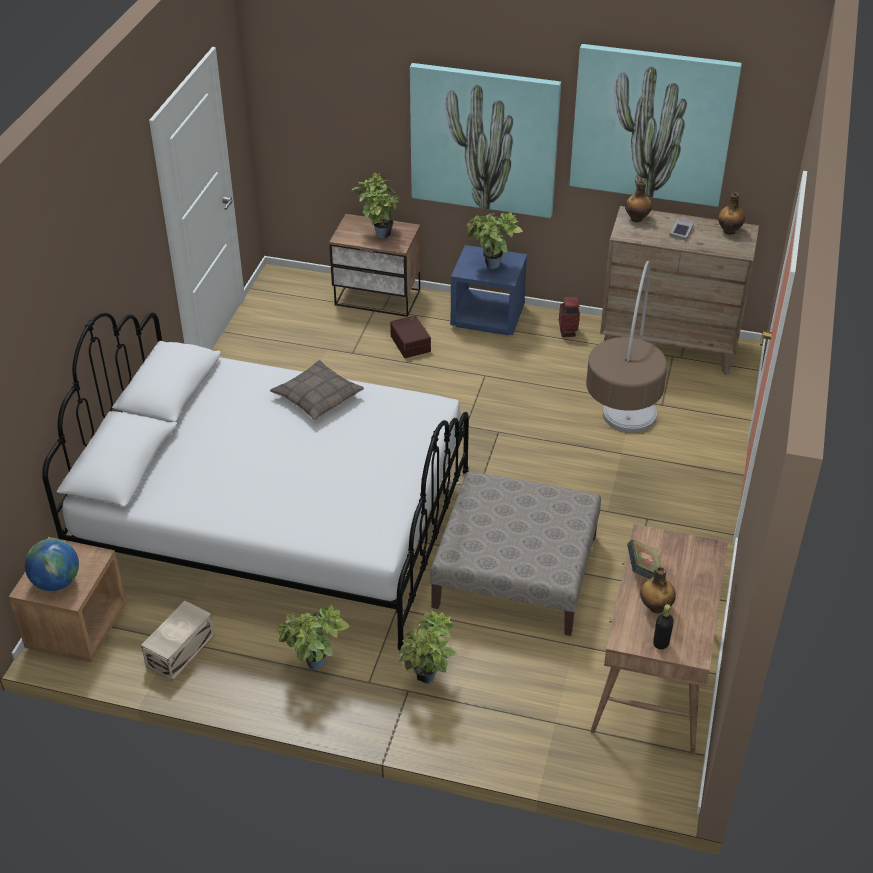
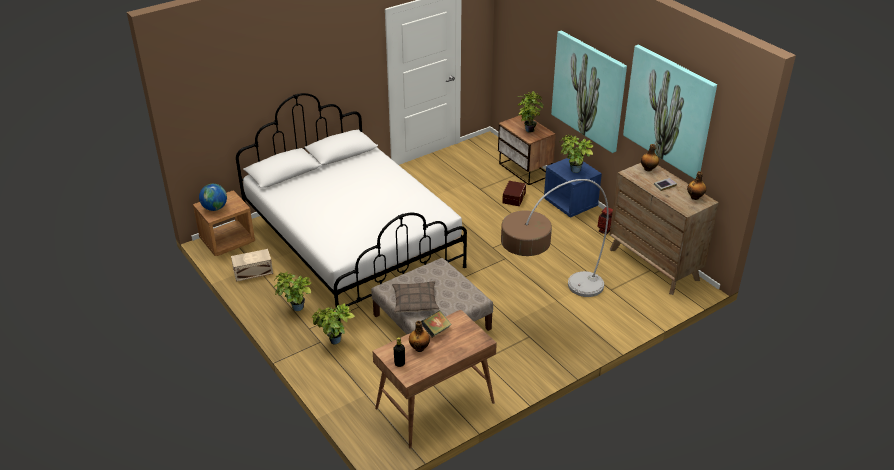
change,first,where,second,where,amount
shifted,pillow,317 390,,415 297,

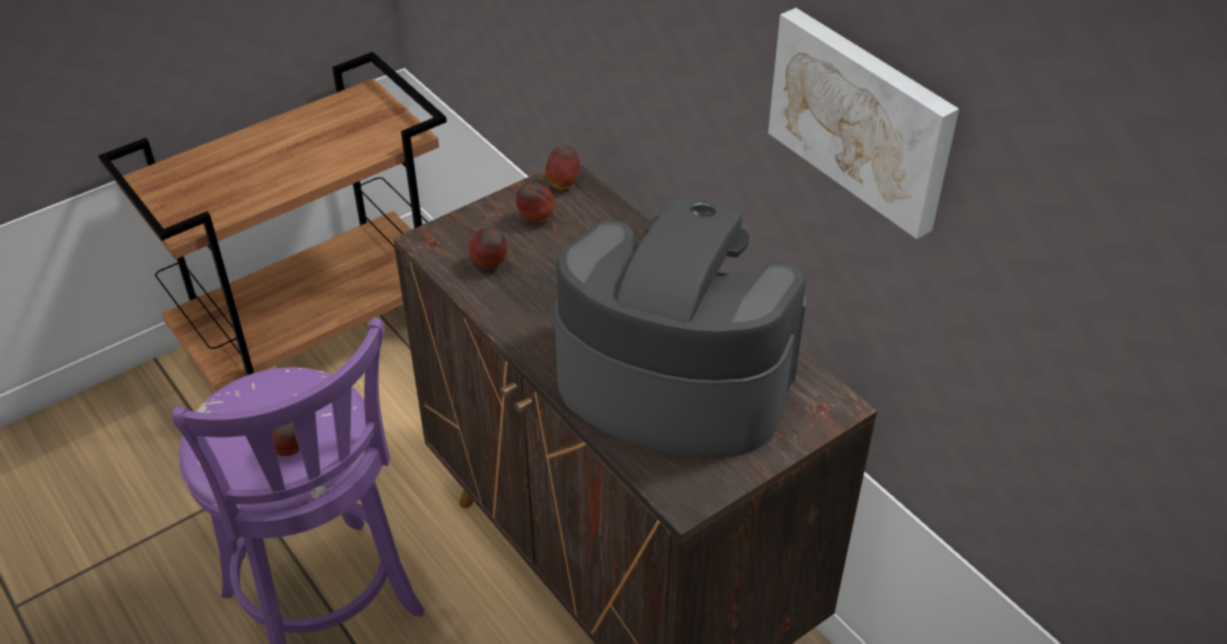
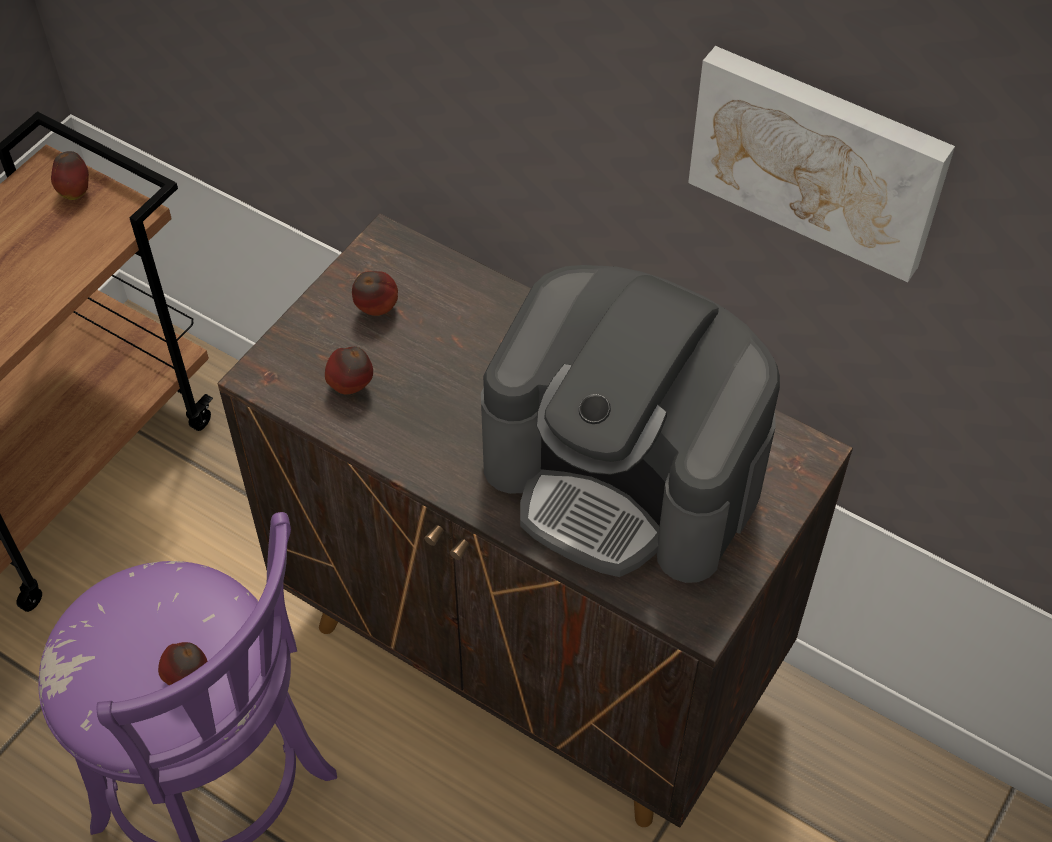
change,first,where,second,where,amount
shifted,apple,562 167,,70 175,
rotated,coffee machine,680 327,,630 424,150 degrees counterclockwise

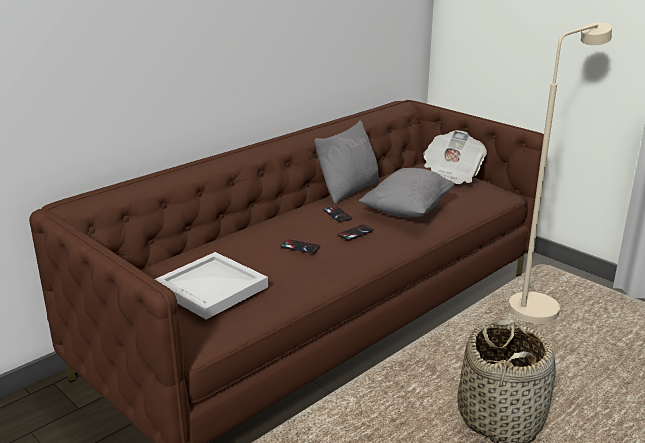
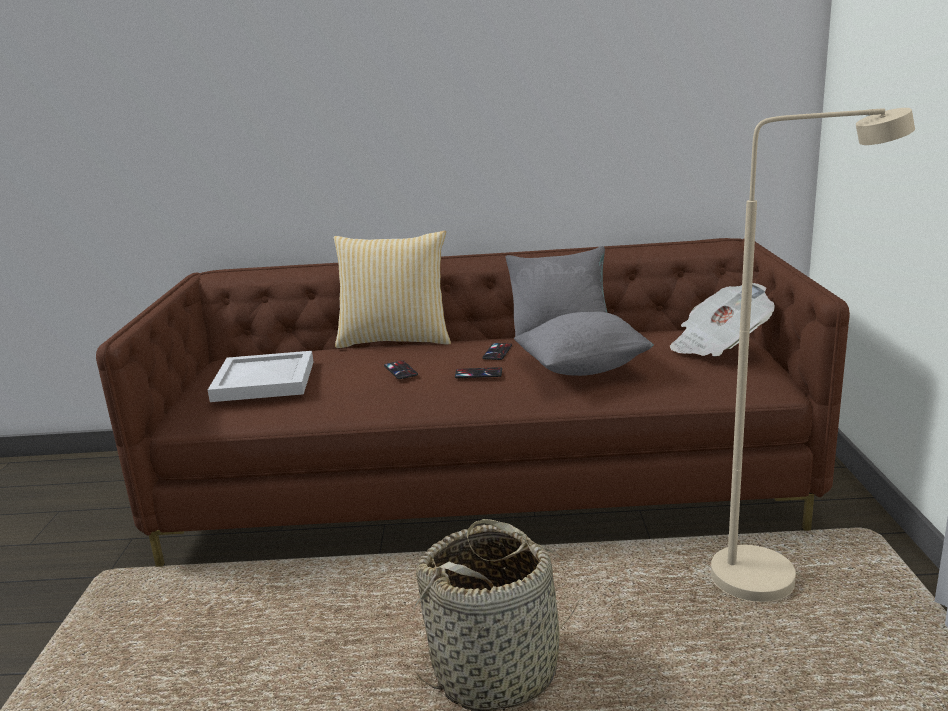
change,first,where,second,where,amount
new,,,pillow,392 289,

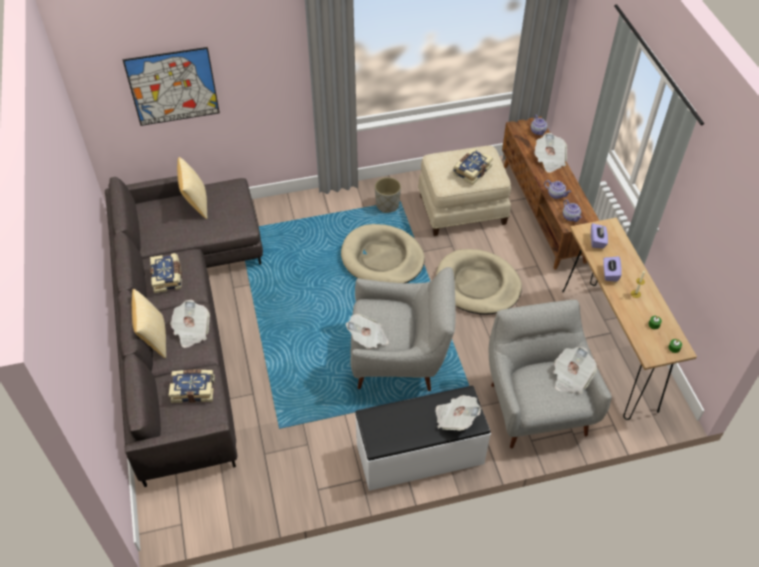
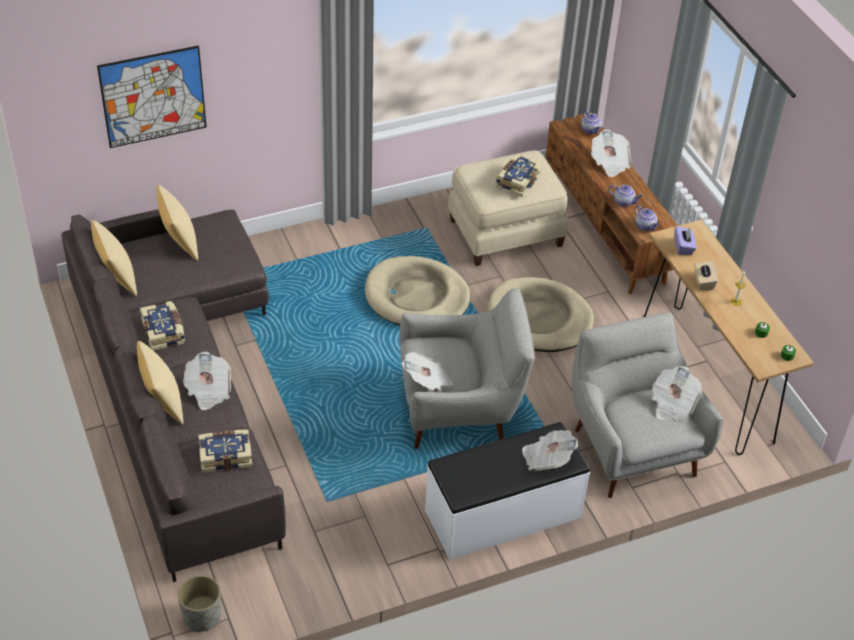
change,first,where,second,where,amount
shifted,grey planter,388 195,,199 603,
repainted,purple tissue box,612 269,beige tissue box,706 275,
new,,,pillow,114 258,

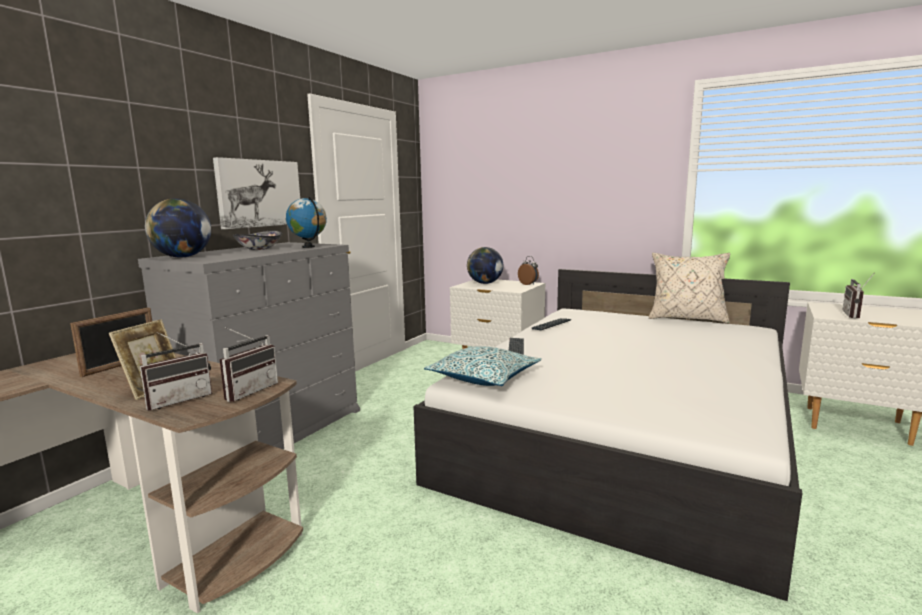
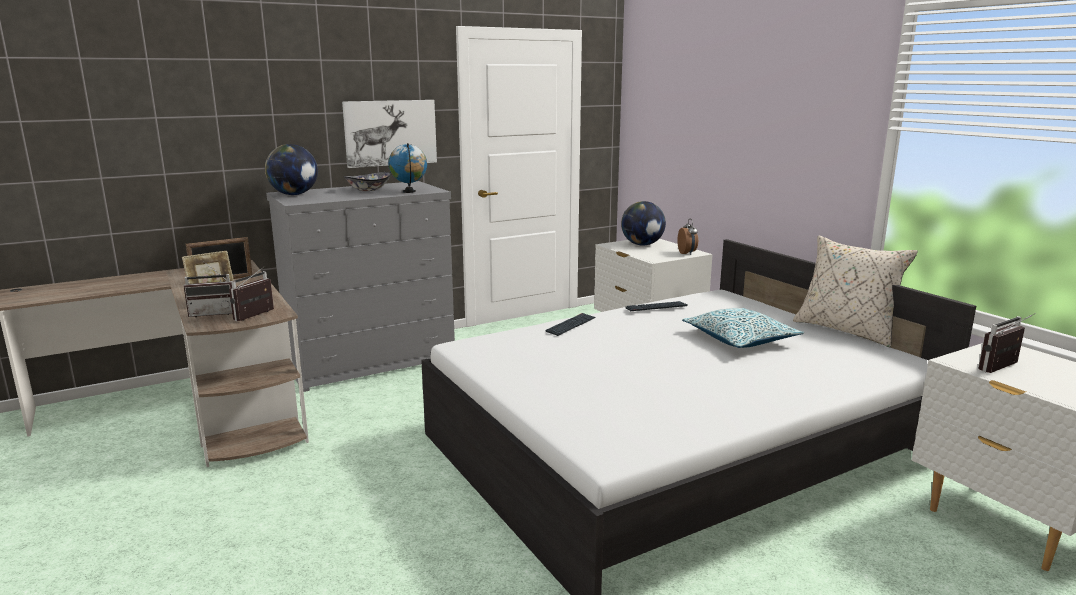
change,first,where,second,where,amount
rotated,radio,249 364,,251 294,150 degrees clockwise
shifted,pillow,483 366,,743 328,

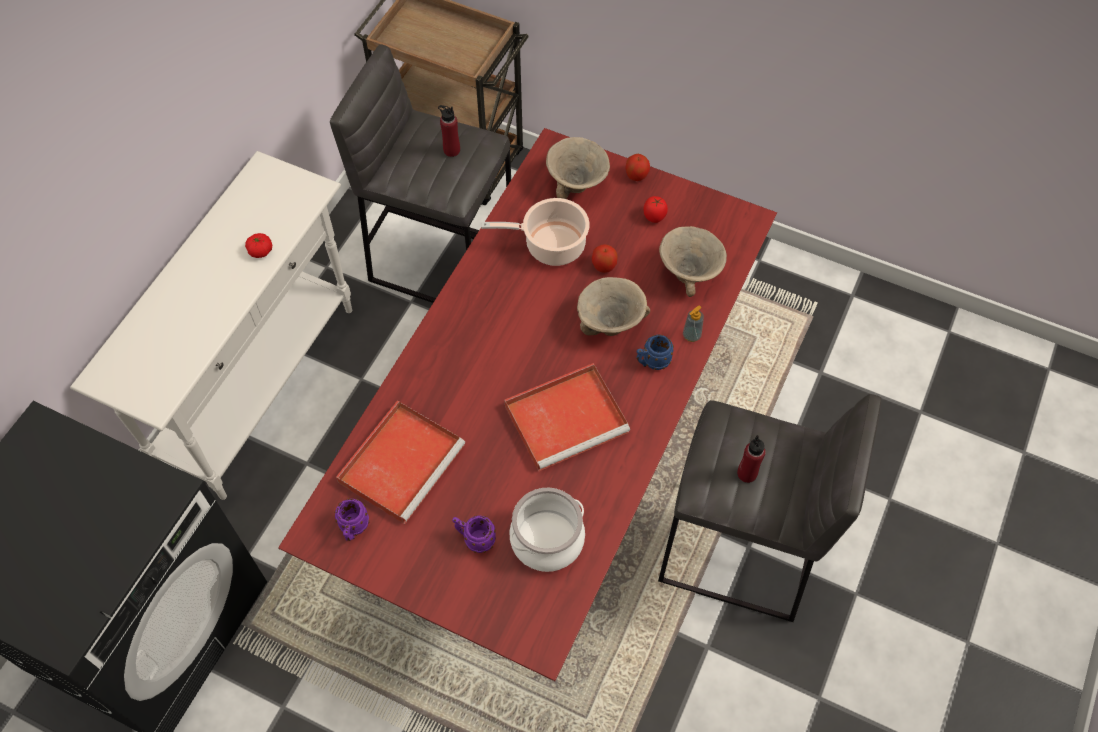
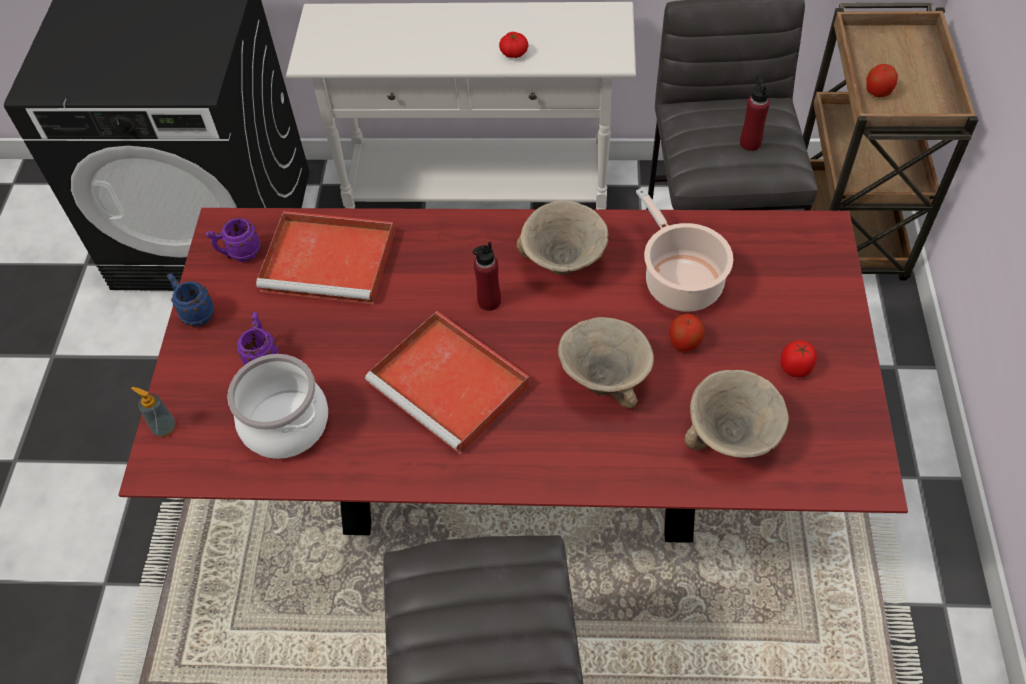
change,first,where,second,where,amount
shifted,beige bowl,578 168,,562 237,
shifted,apple,637 167,,882 80,
shifted,blue mug,655 352,,191 300,
shifted,soap dispenser,693 323,,153 412,
shifted,red bottle,751 459,,487 276,

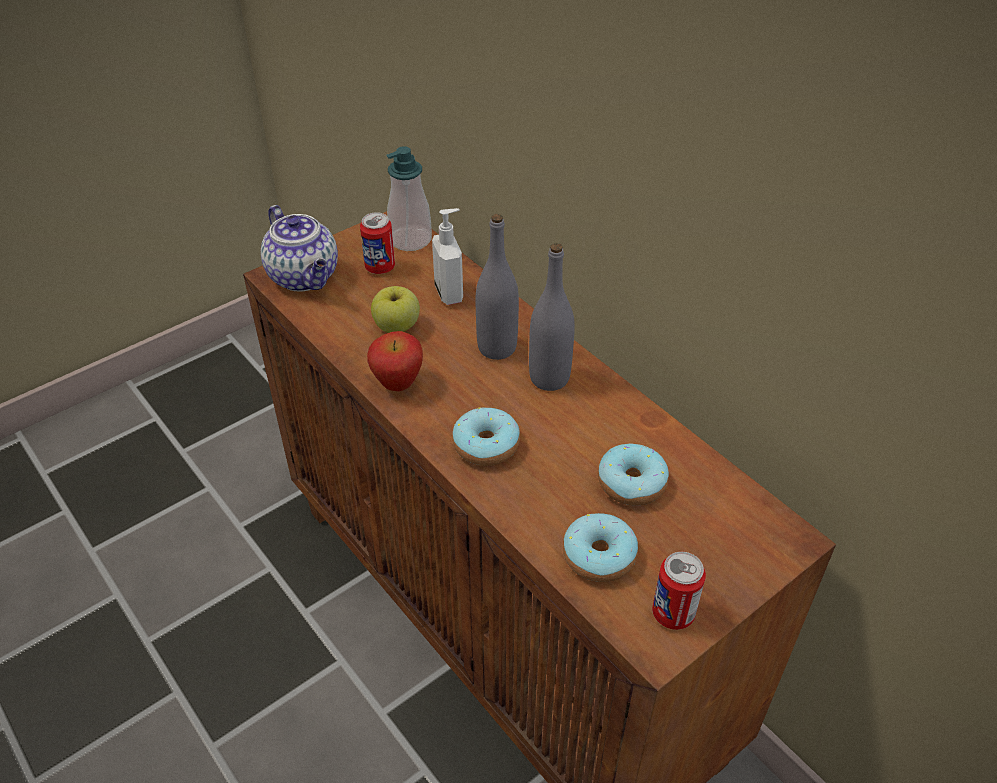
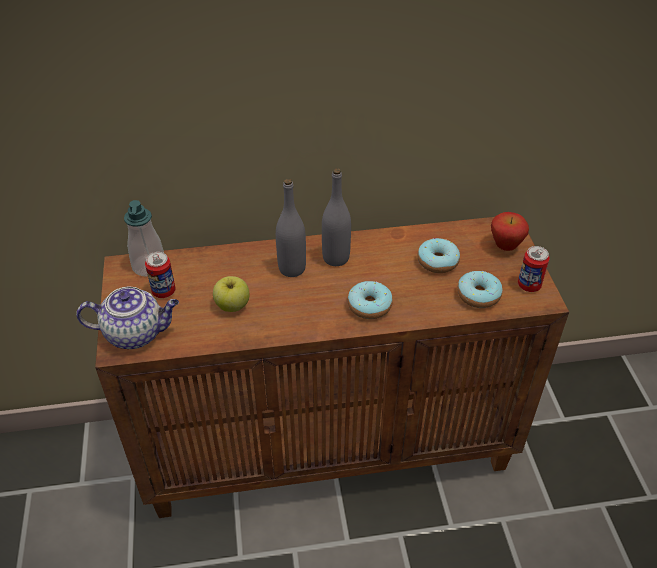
change,first,where,second,where,amount
shifted,apple,395 361,,510 231,
gone,soap dispenser,447 256,,,

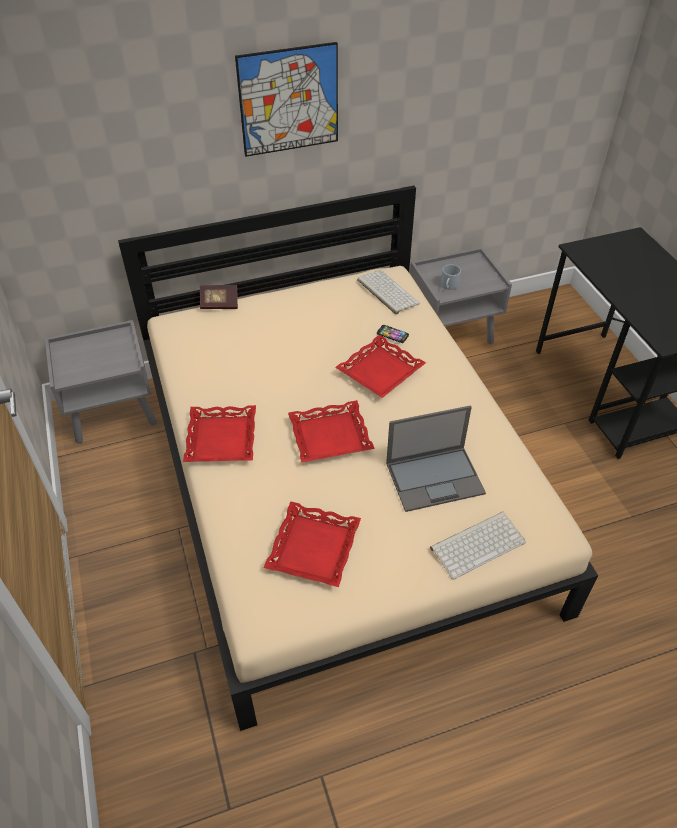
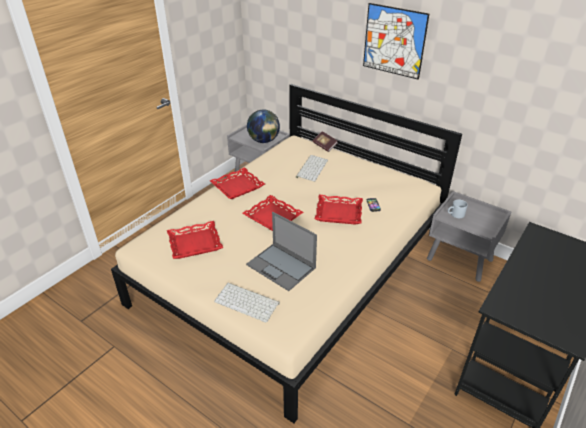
change,first,where,second,where,amount
shifted,keyboard,388 292,,312 168,
new,,,globe,263 126,

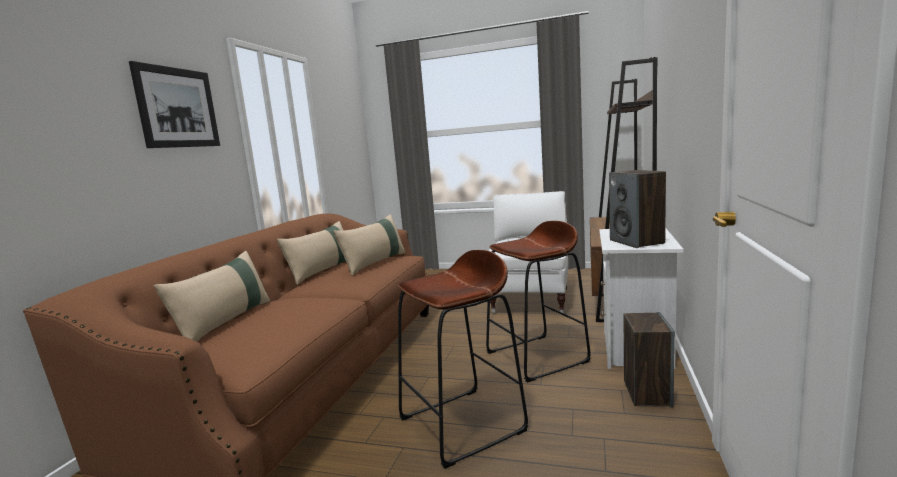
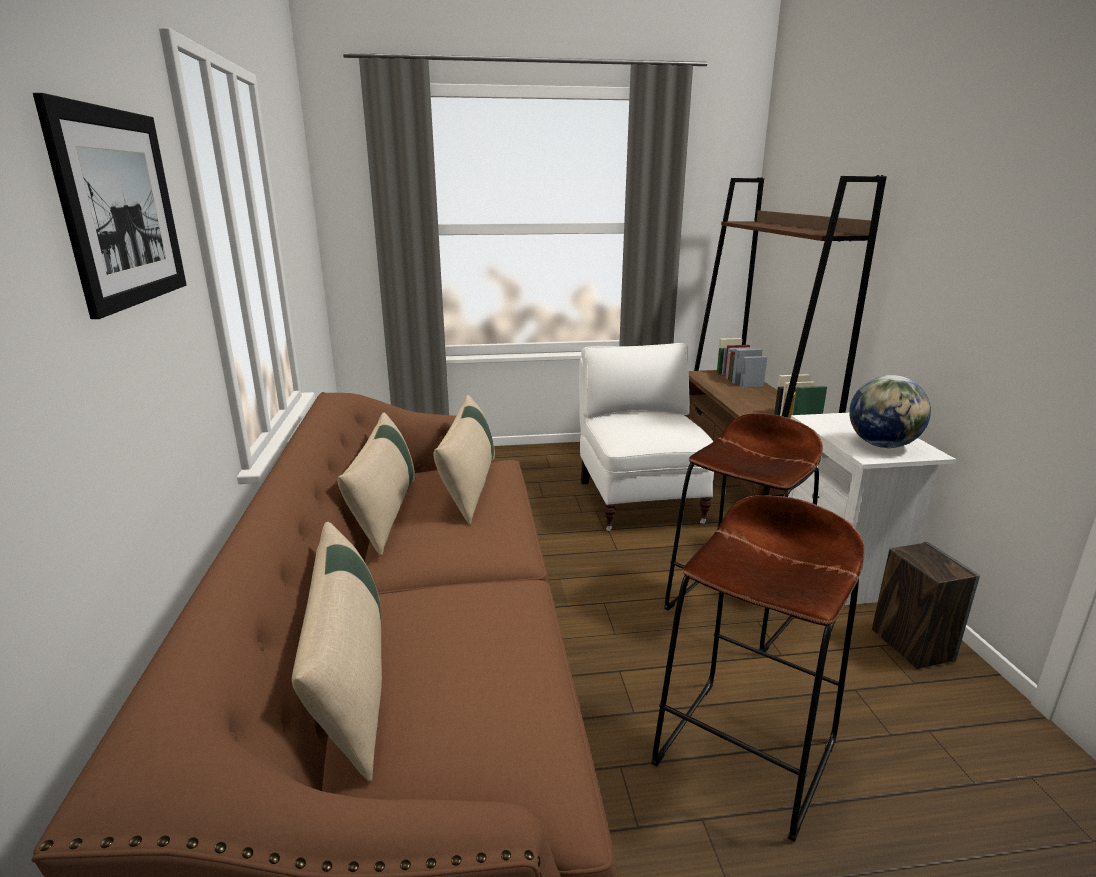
change,first,where,second,where,amount
swapped,speaker,637 209,globe,890 411,

